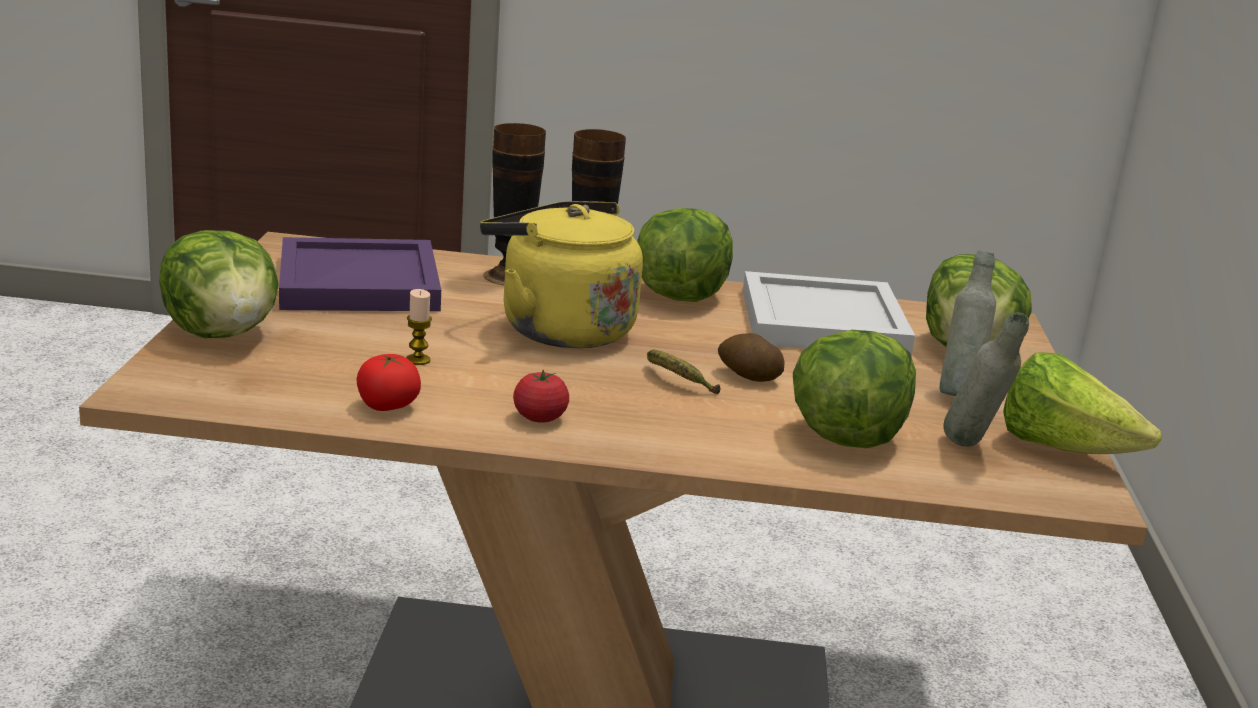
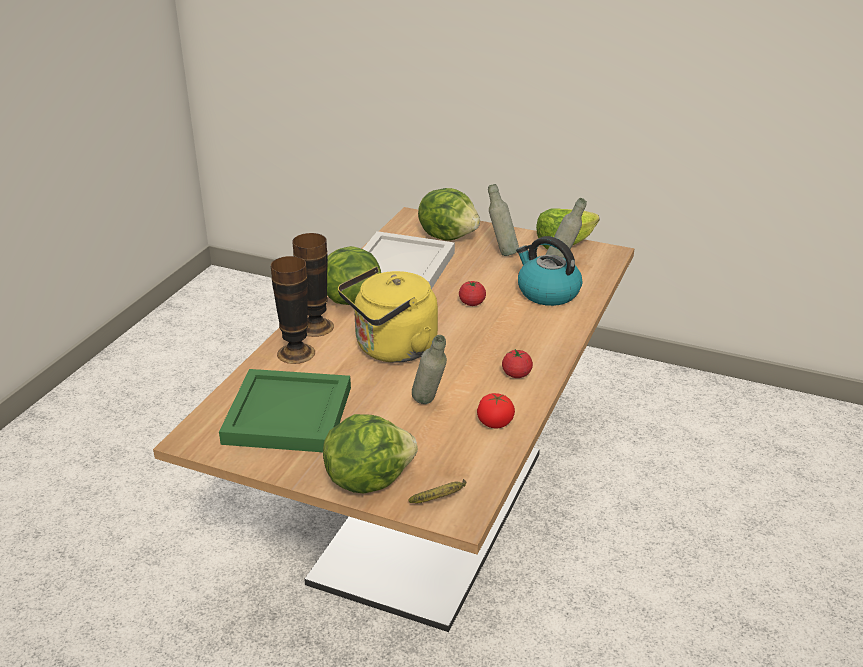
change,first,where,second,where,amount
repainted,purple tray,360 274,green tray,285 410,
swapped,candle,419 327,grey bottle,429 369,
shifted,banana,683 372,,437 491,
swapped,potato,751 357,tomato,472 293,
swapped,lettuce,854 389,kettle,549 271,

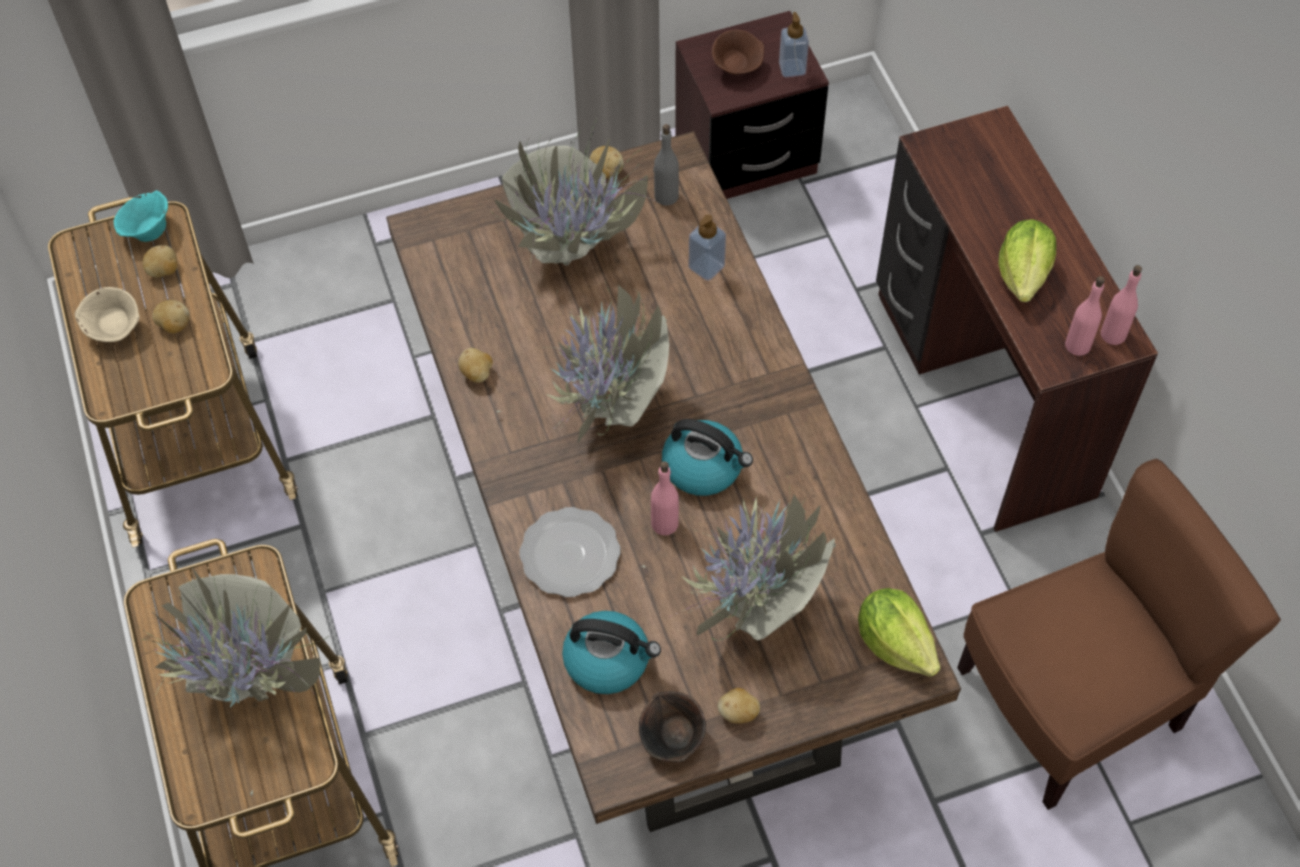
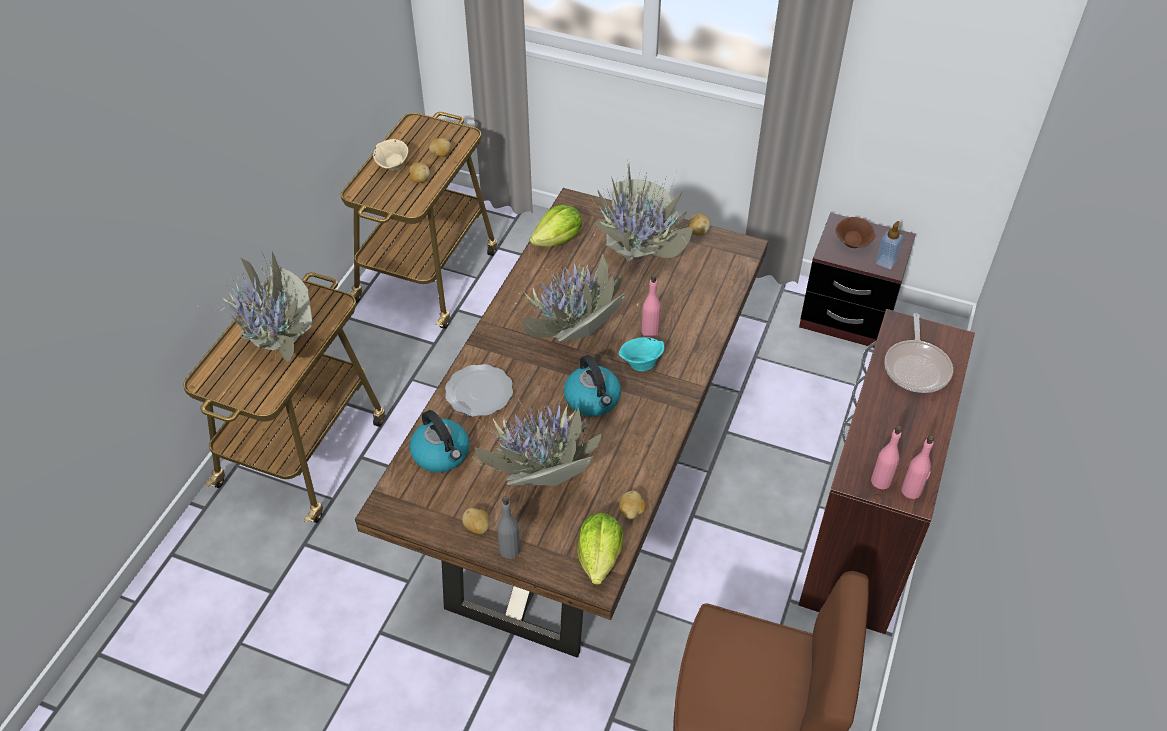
change,first,where,second,where,amount
shifted,turquoise bowl,141 216,,641 354,
shifted,potato,475 365,,632 505,
gone,brown bowl,672 726,,,
shifted,pink bottle,665 498,,651 306,
shifted,grey bottle,666 165,,508 527,
gone,soap dispenser,707 248,,,
shifted,lettuce,1027 260,,556 226,
new,,,frying pan,918 353,

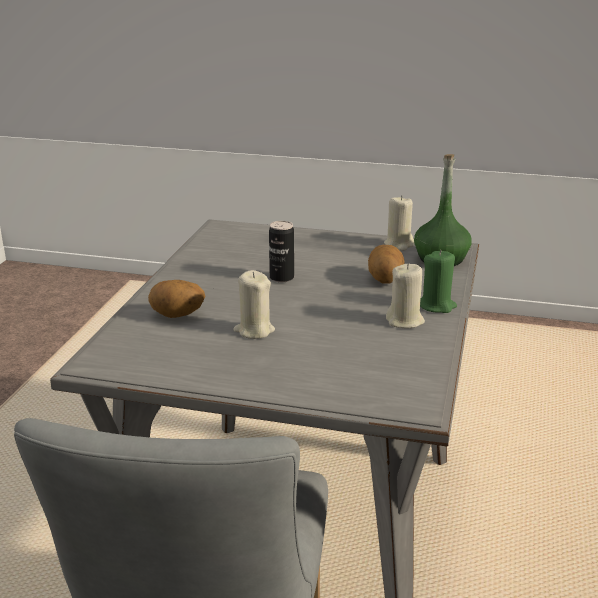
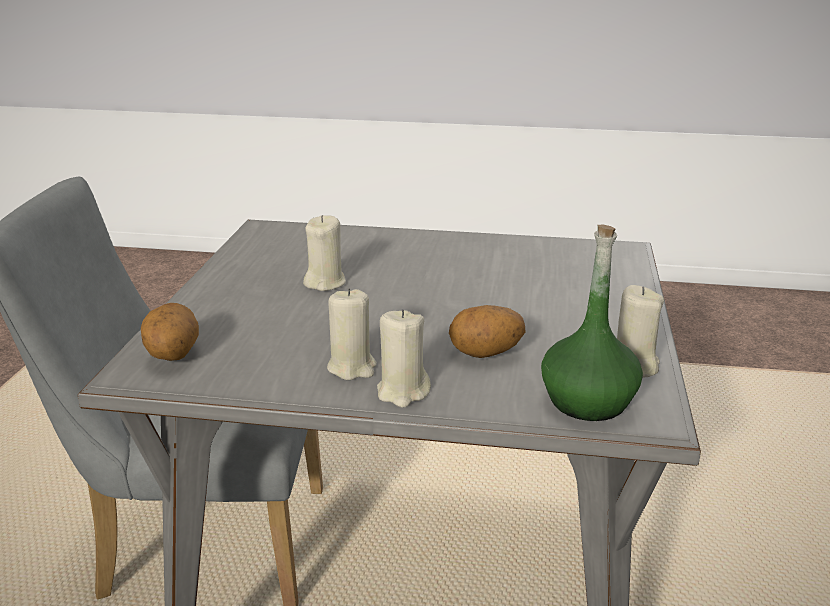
change,first,where,second,where,amount
shifted,potato,177 299,,170 332,
gone,can,281 251,,,
repainted,green candle,438 281,beige candle,404 358,

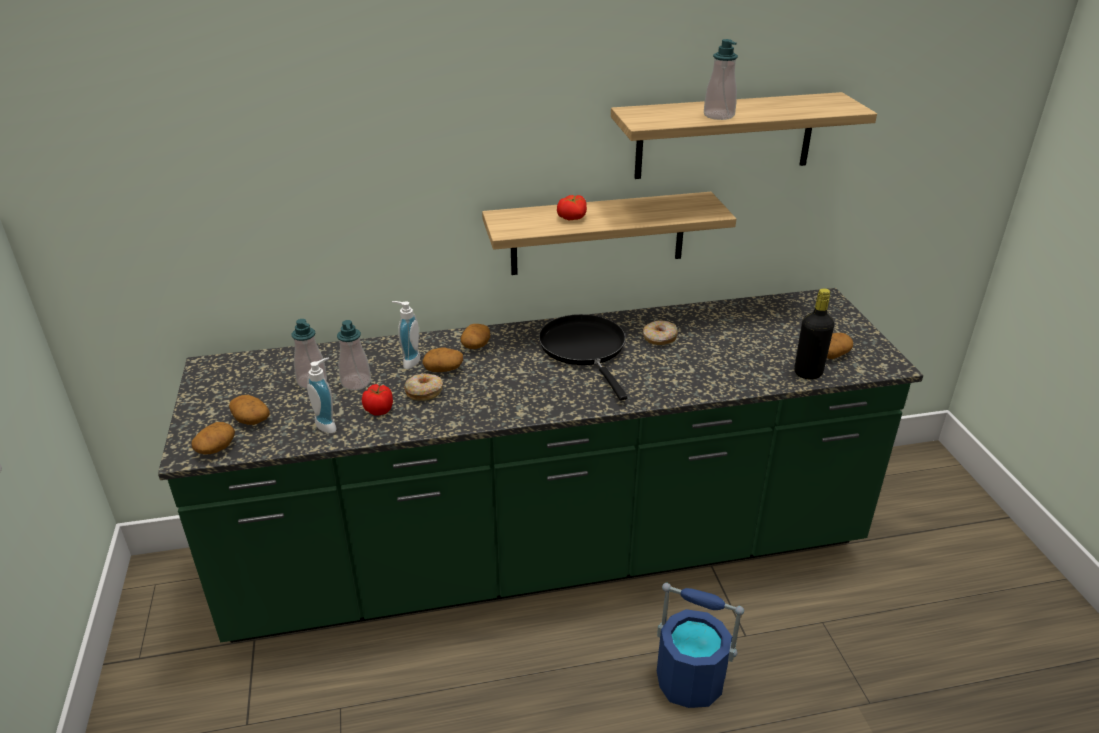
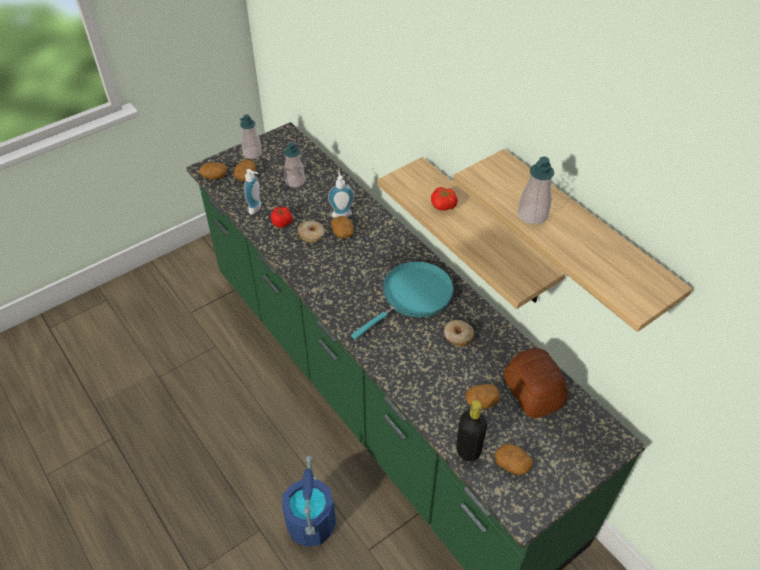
change,first,where,second,where,amount
shifted,soap dispenser,354 355,,251 136,
shifted,potato,475 336,,482 396,
repainted,black frying pan,583 357,turquoise frying pan,402 300,
new,,,bread,536 383,

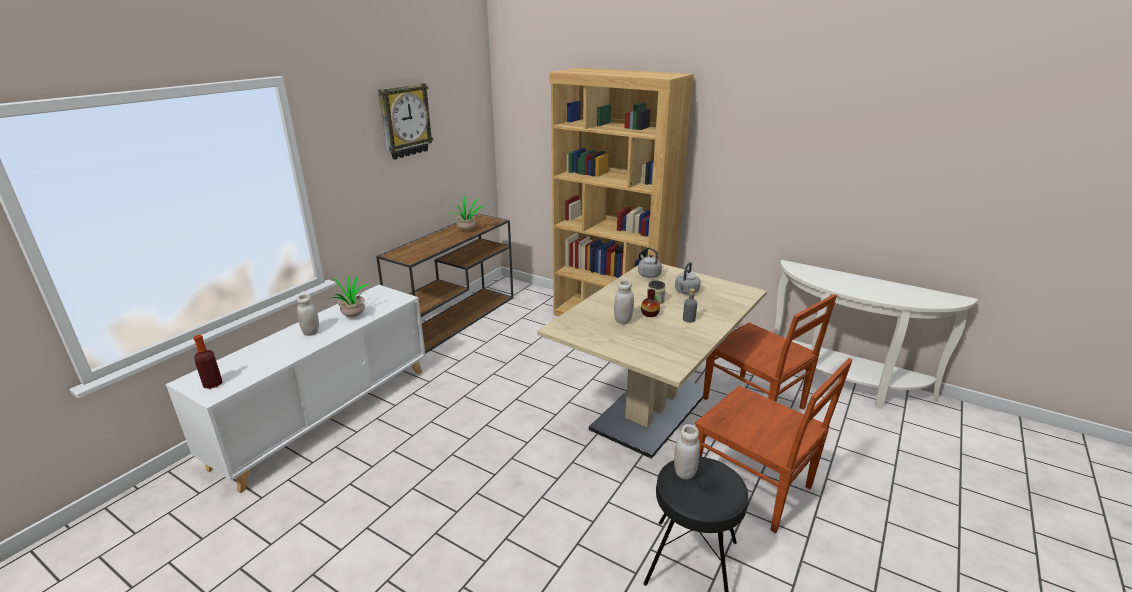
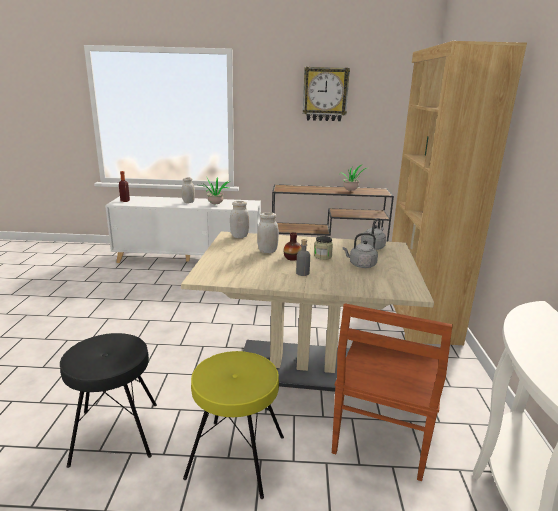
change,first,where,second,where,amount
shifted,white jar,687 452,,240 219,
swapped,brown chair,774 445,yellow stool,233 425,

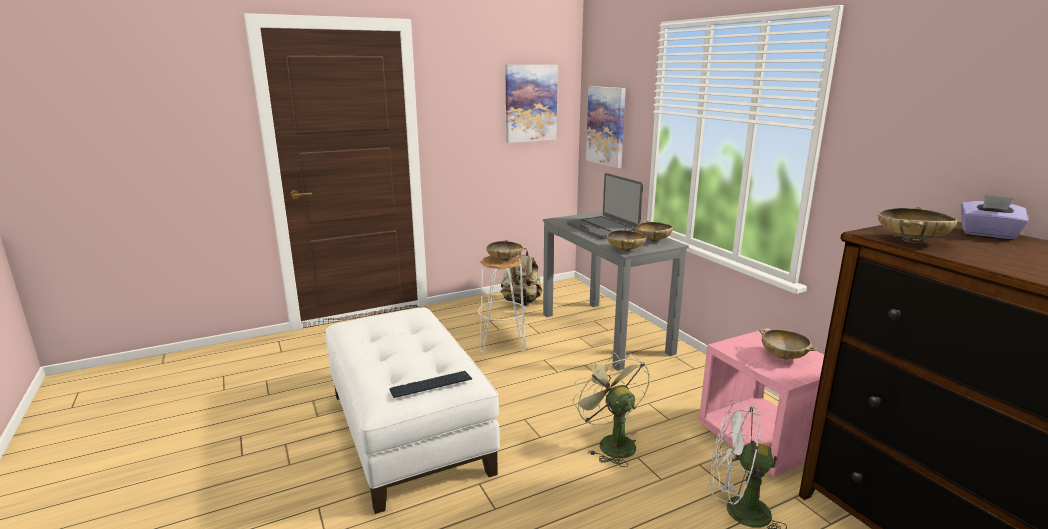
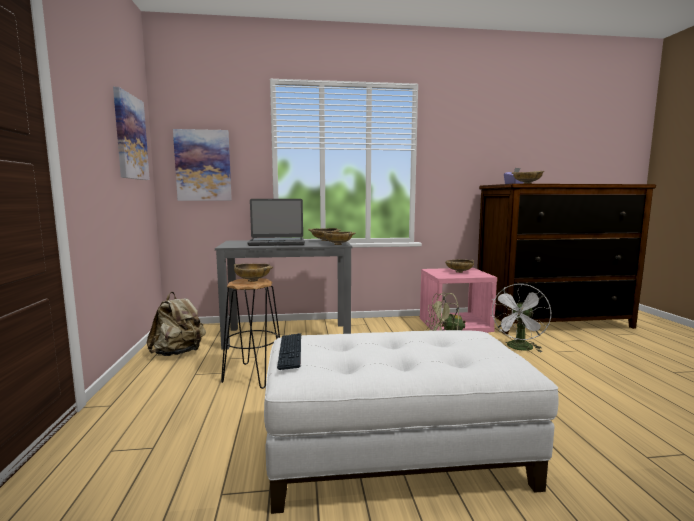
change,first,where,second,where,amount
shifted,keyboard,430 384,,289 351,
repainted,white stool,502 304,black stool,250 333,

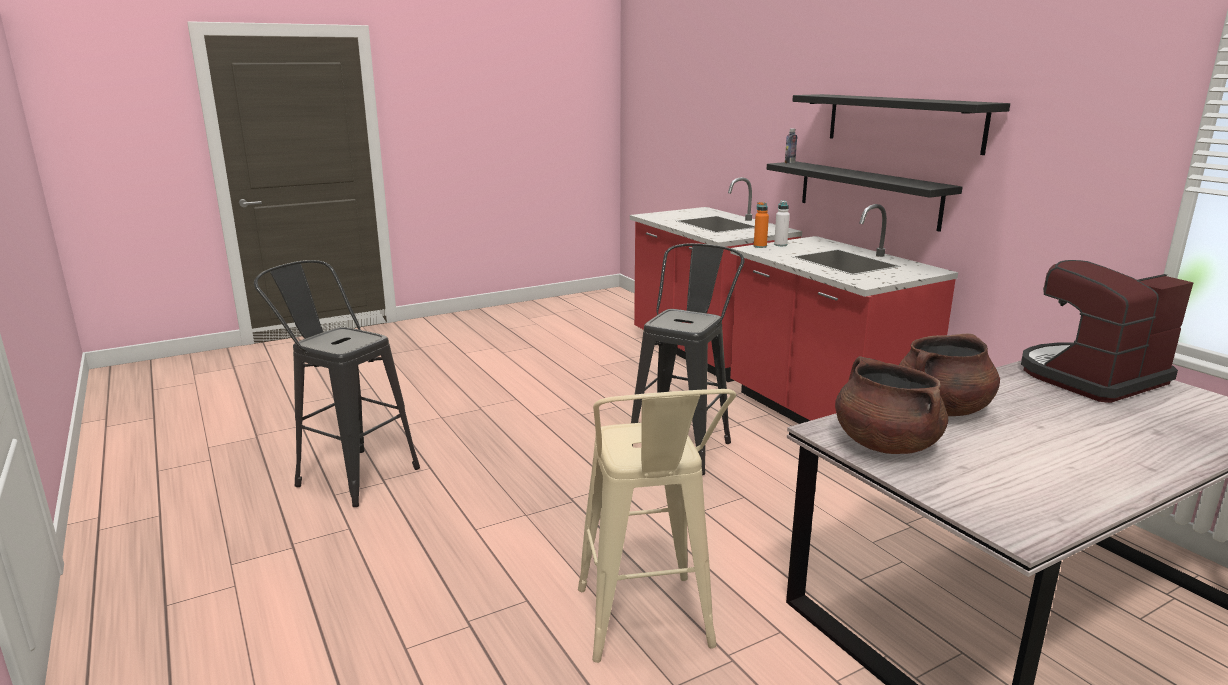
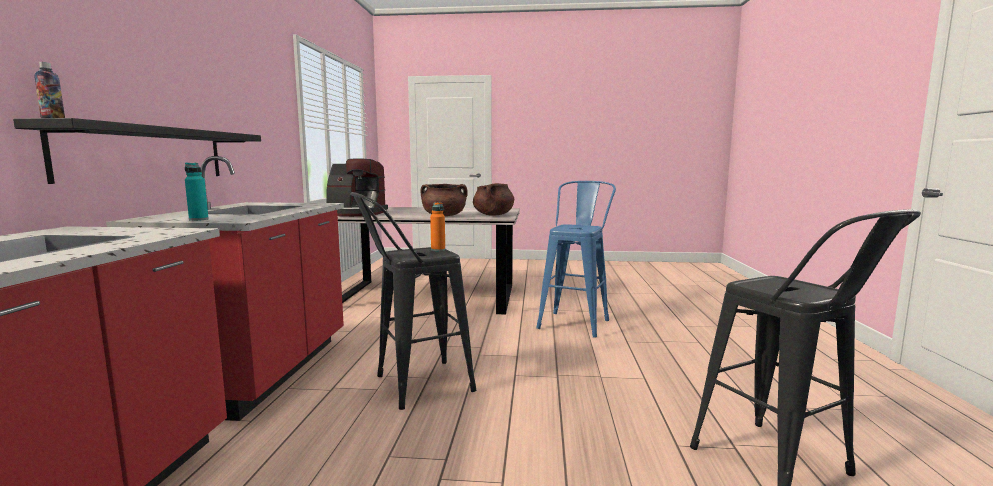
change,first,where,second,where,amount
repainted,beige stool,657 526,blue stool,576 259,
shifted,orange bottle,761 225,,437 226,
repainted,white bottle,782 223,turquoise bottle,197 192,
gone,black shelf,901 124,,,

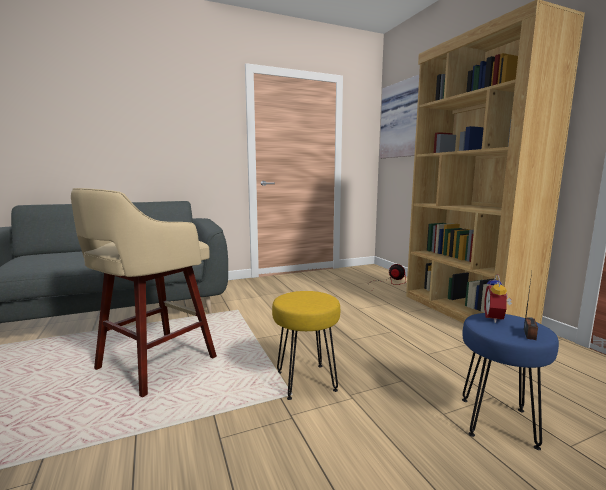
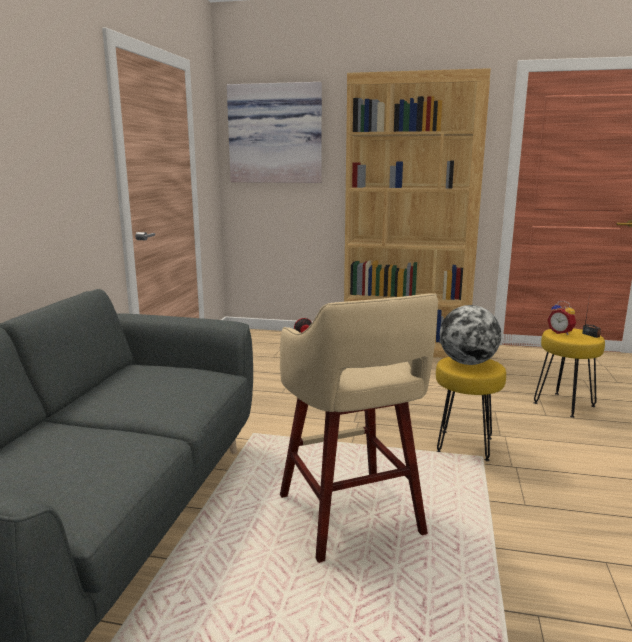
change,first,where,second,where,amount
repainted,blue stool,510 381,yellow stool,569 373,
new,,,globe,470 335,

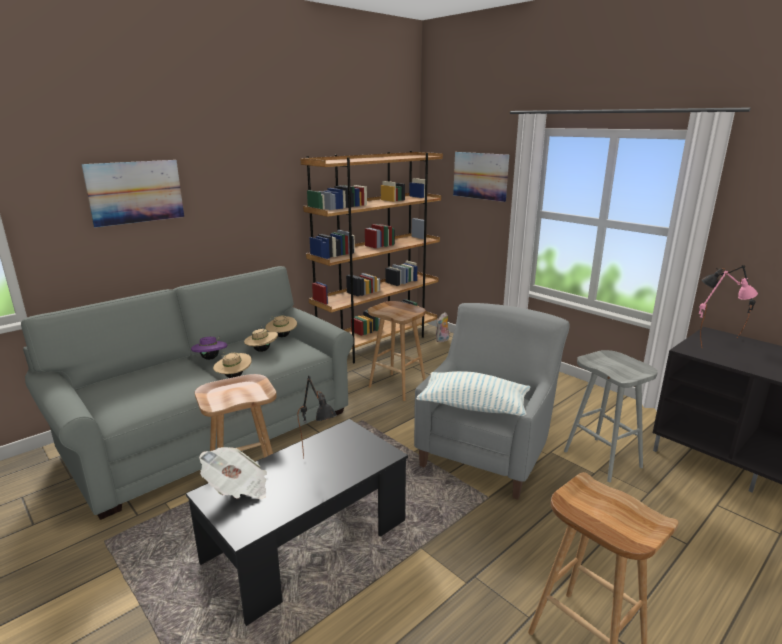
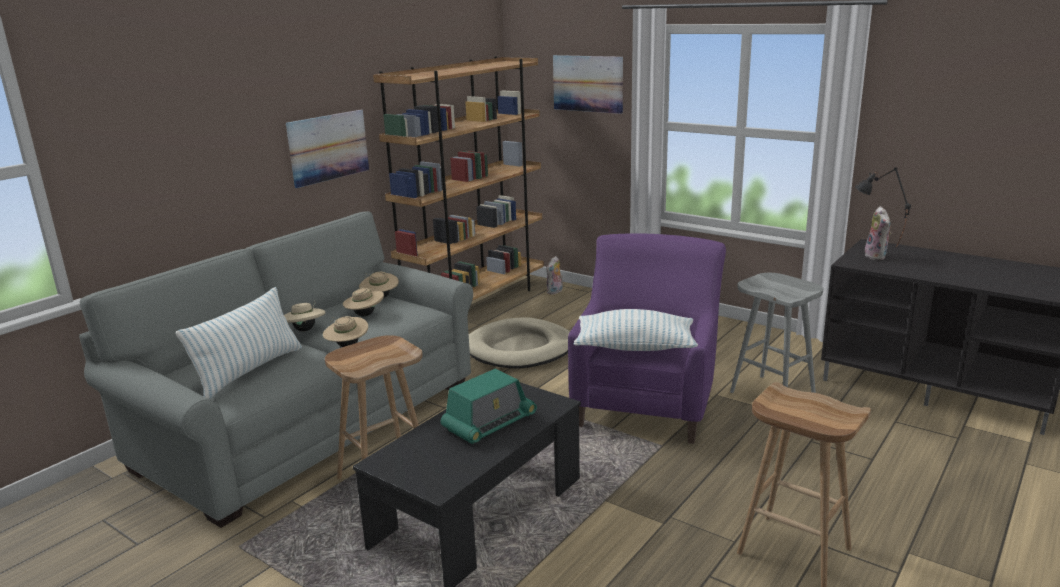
change,first,where,second,where,amount
shifted,picture,132 193,,327 149,
repainted,purple hat,209 348,beige hat,305 315,
gone,newspaper,233 473,,,
swapped,black table lamp,317 417,radio,488 406,
swapped,brown stool,397 351,beige dog bed,519 343,
repainted,grey armchair,492 401,purple armchair,647 338,
swapped,pink table lamp,728 309,plush toy,878 233,
new,,,pillow,239 343,

